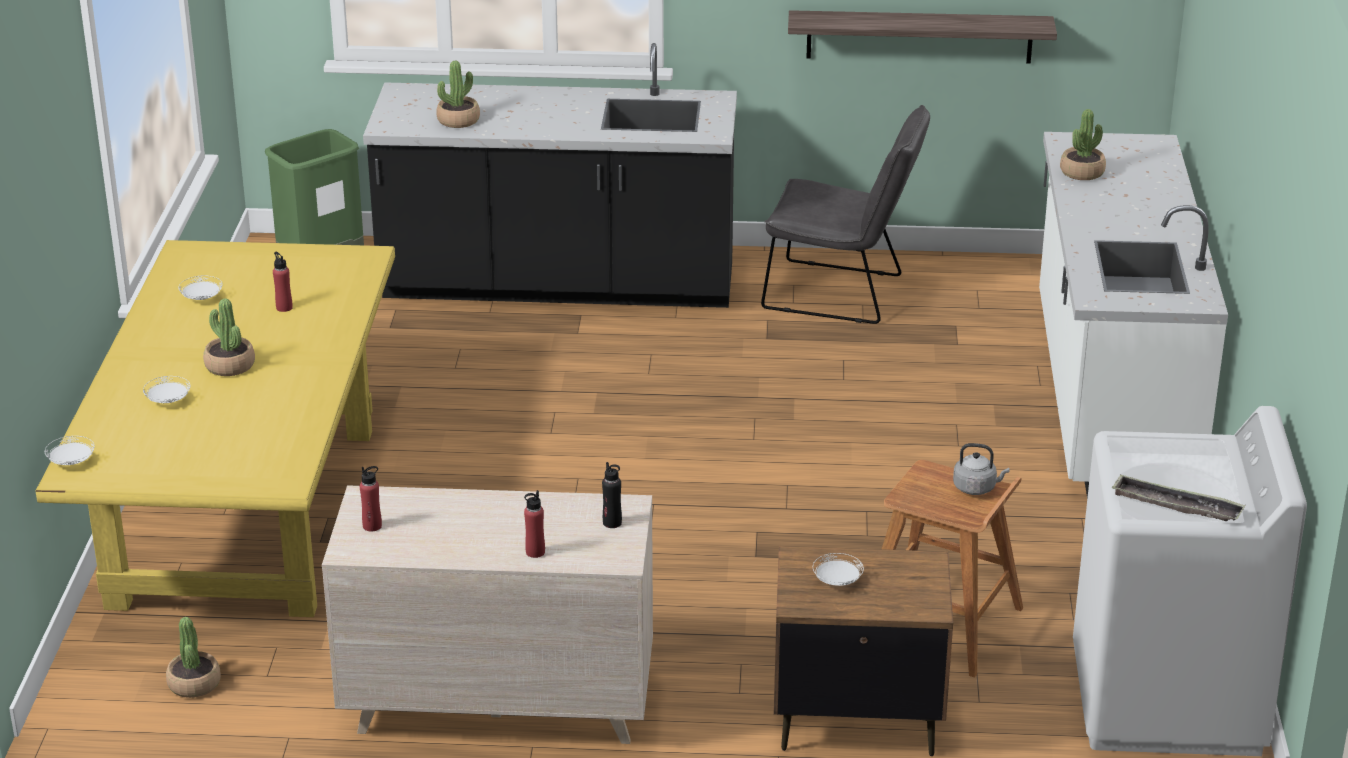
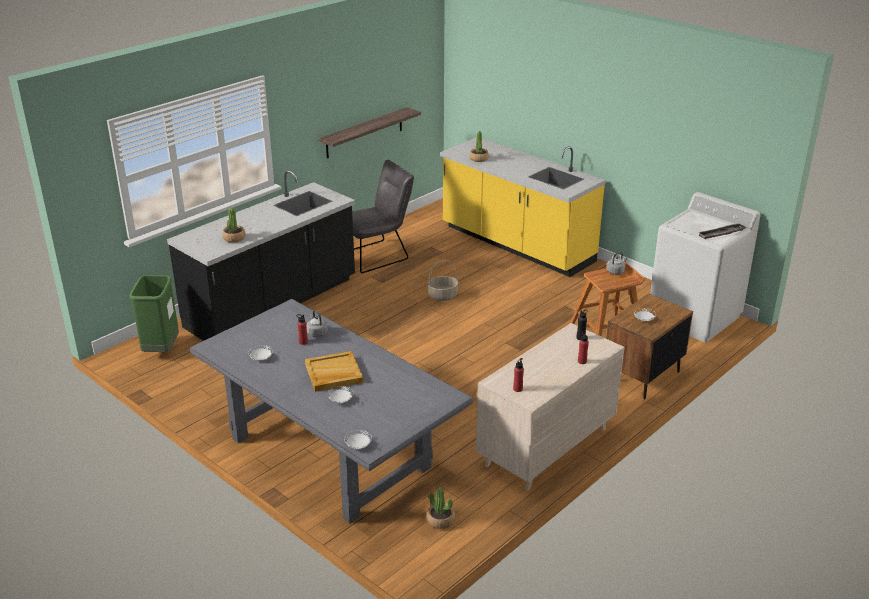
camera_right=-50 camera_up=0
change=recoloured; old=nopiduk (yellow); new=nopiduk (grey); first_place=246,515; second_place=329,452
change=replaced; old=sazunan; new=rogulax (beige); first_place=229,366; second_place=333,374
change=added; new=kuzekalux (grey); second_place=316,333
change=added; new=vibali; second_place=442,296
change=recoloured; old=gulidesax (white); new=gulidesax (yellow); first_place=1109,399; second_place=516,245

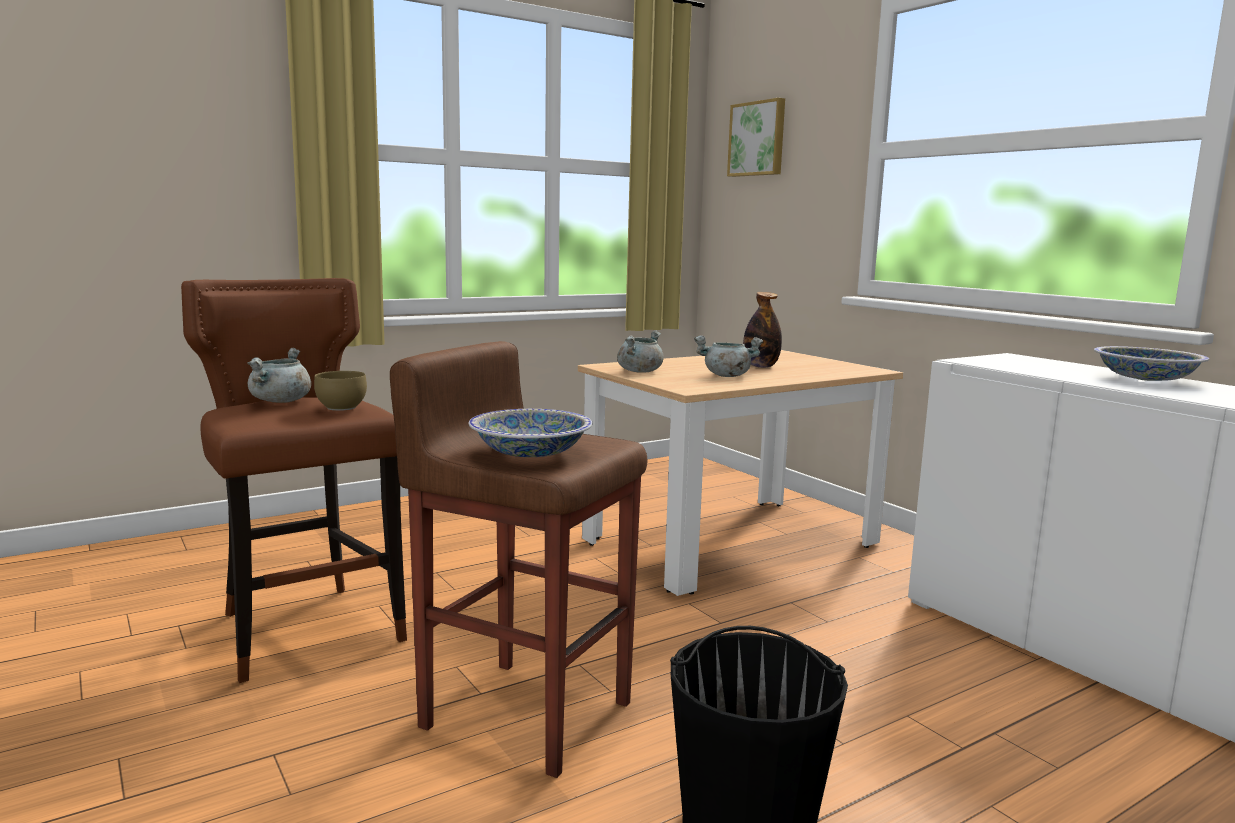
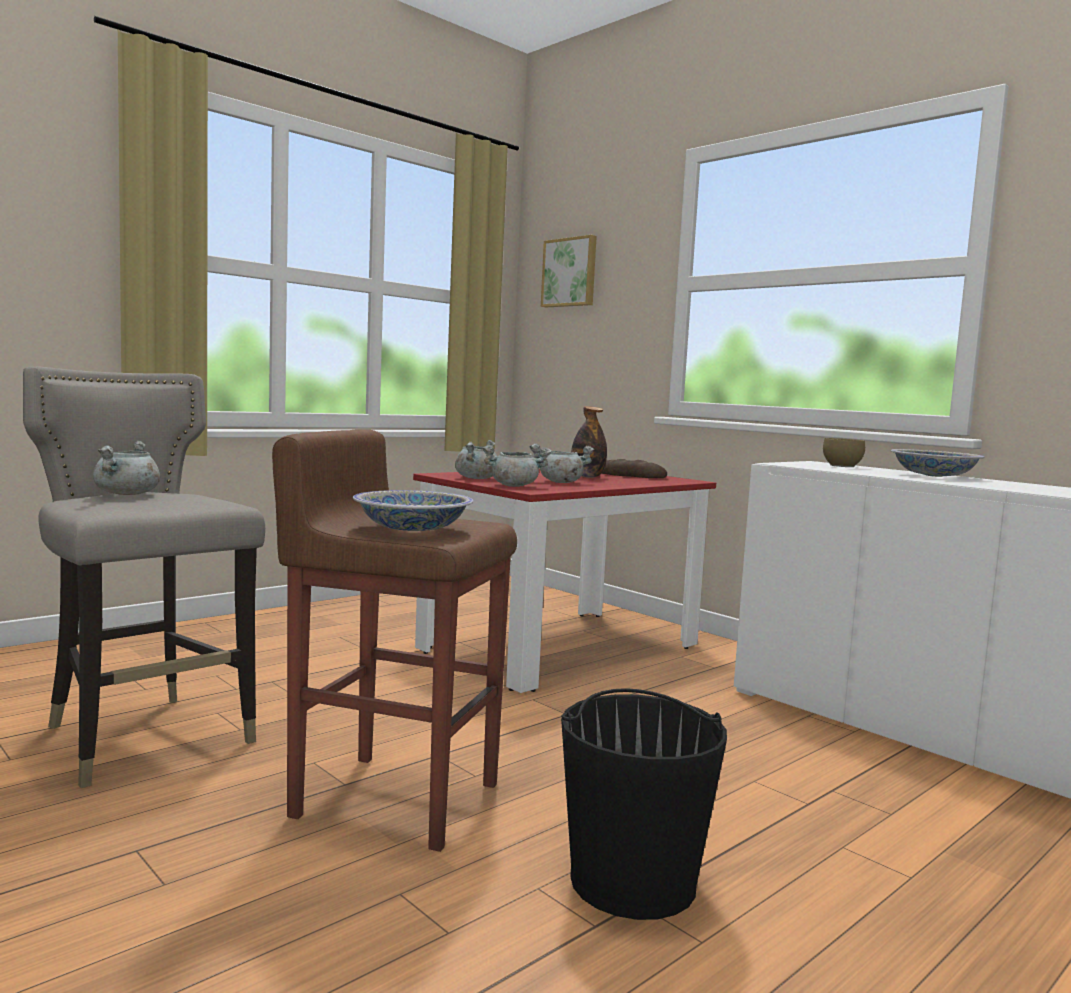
camera_right=-10 camera_up=-5
change=recoloured; old=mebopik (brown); new=mebopik (grey); first_place=306,629; second_place=144,736
change=recoloured; old=nopiduk (beige); new=nopiduk (red); first_place=731,542; second_place=560,648
change=added; new=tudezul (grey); second_place=514,486
change=added; new=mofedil; second_place=630,475
change=moved; old=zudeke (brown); first_place=340,408; second_place=842,466

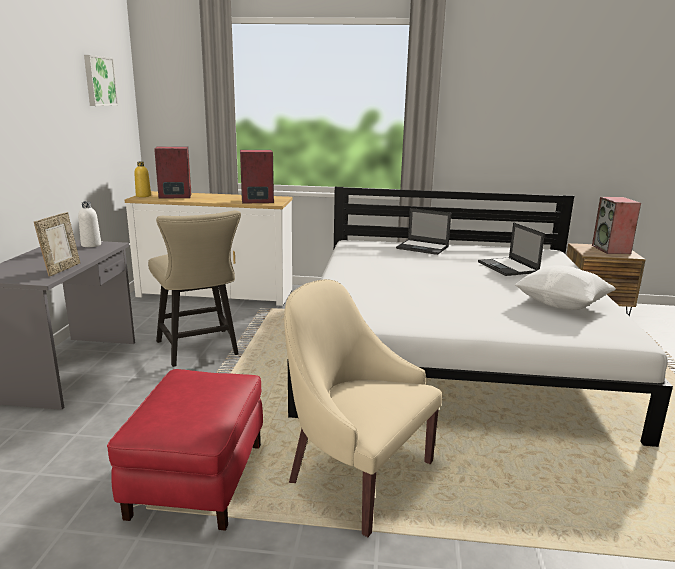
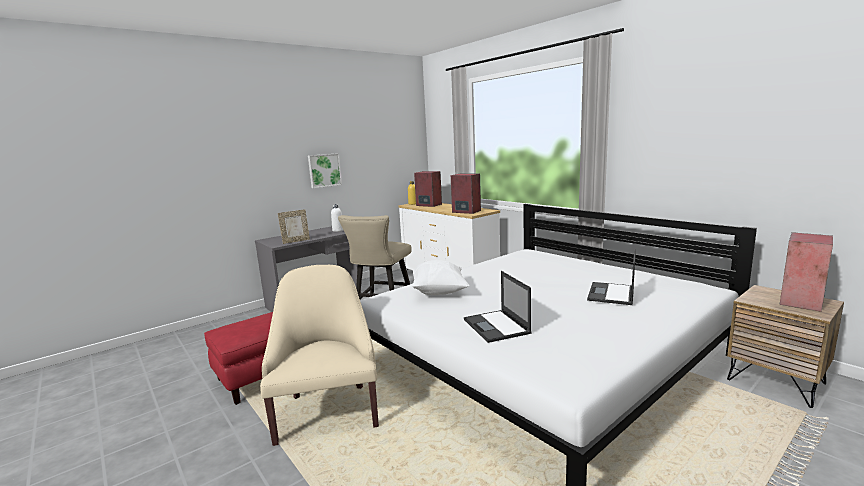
camera_right=45 camera_up=-5
change=moved; old=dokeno; first_place=99,81; second_place=324,170
change=moved; old=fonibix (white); first_place=561,305; second_place=439,292
change=moved; old=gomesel; first_place=423,247; second_place=496,326

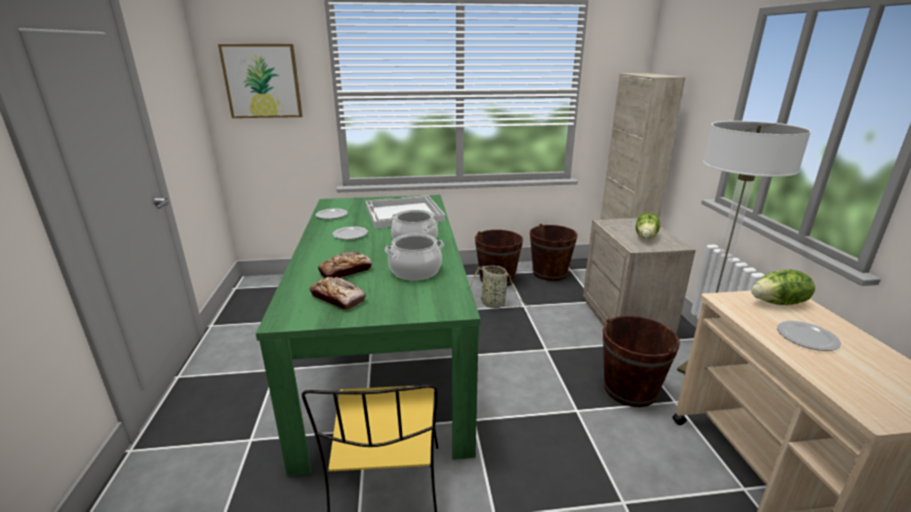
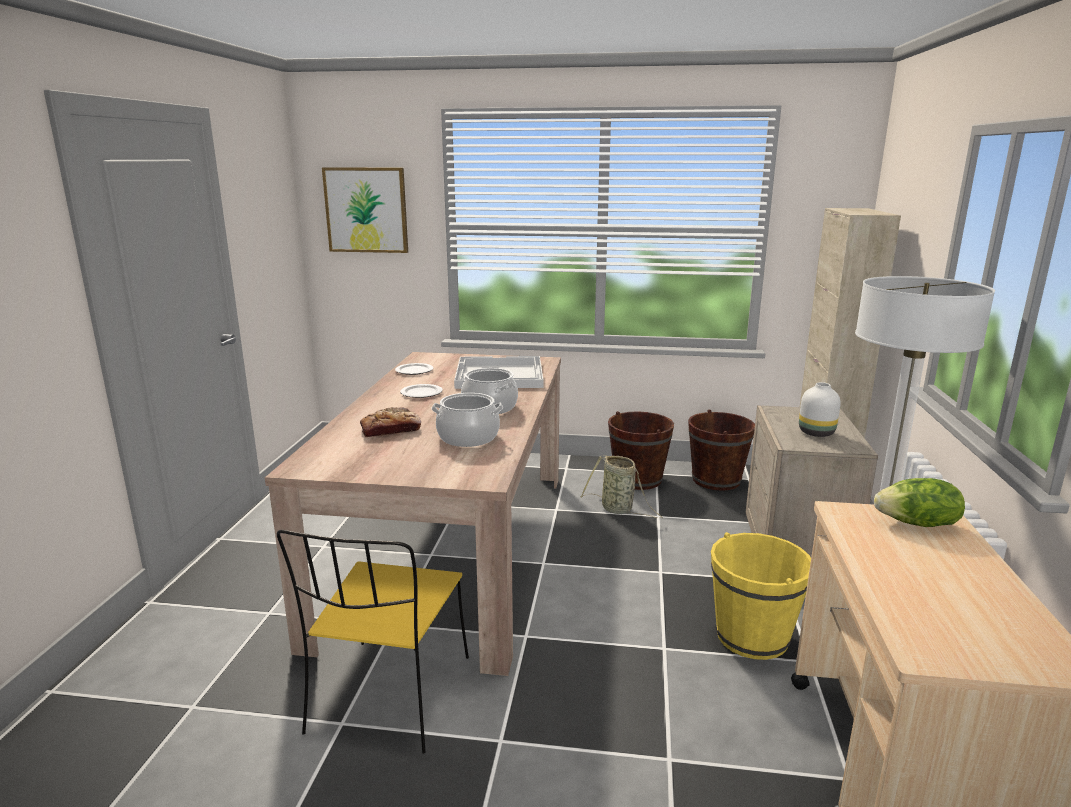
camera_right=15 camera_up=-5
change=recoloured; old=nopiduk (green); new=nopiduk (beige); first_place=385,355; second_place=453,549
change=recoloured; old=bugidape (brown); new=bugidape (yellow); first_place=630,389; second_place=752,636
change=replaced; old=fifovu; new=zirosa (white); first_place=646,237; second_place=817,433
change=removed; old=mofedil; first_place=338,298
change=removed; old=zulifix; first_place=808,338

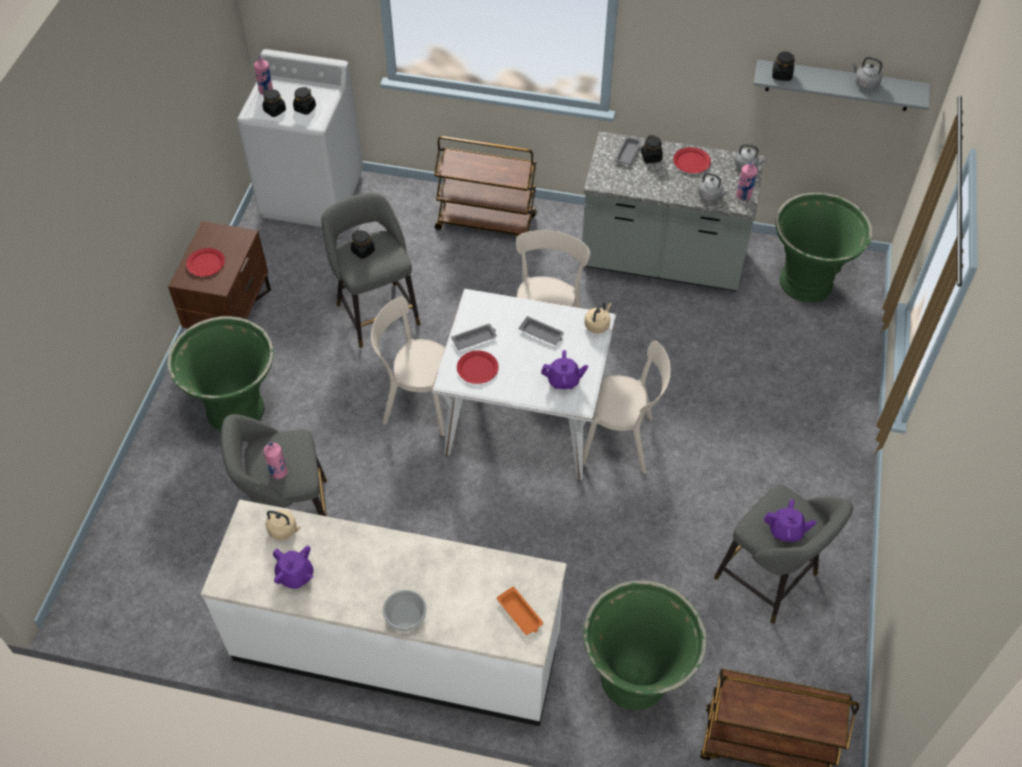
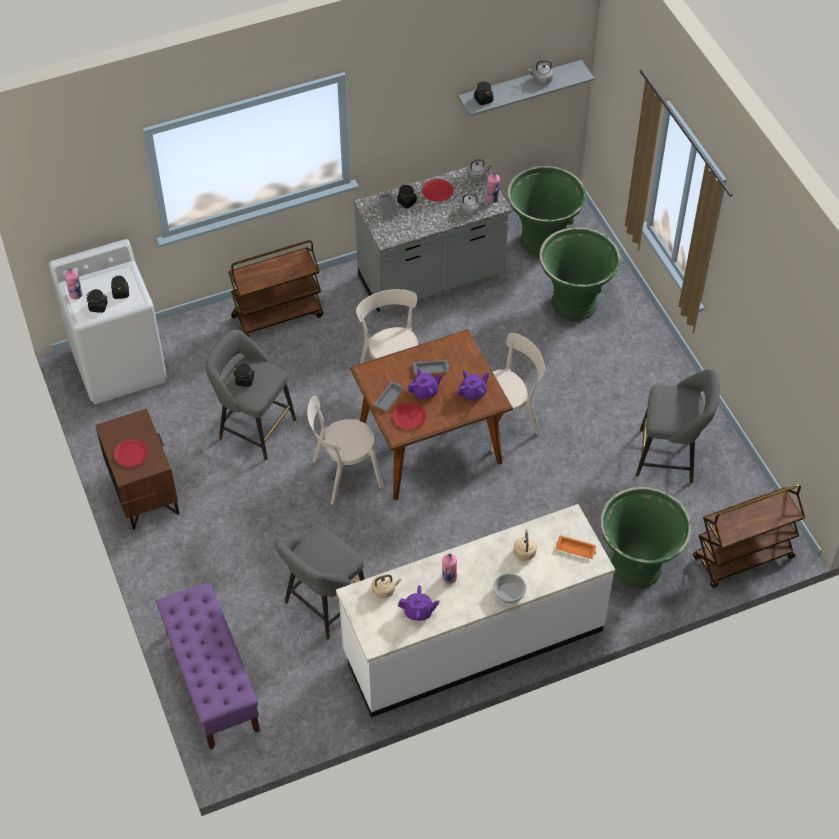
camera_right=-35 camera_up=0
change=added; new=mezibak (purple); second_place=211,680
change=recoloured; old=nopiduk (white); new=nopiduk (brown); first_place=524,420; second_place=429,445
change=moved; old=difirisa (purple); first_place=786,531; second_place=425,392
change=moved; old=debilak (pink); first_place=279,472; second_place=449,578
change=moved; old=kuzekalux (beige); first_place=598,325; second_place=524,551
change=moved; old=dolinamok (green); first_place=237,410; second_place=574,303

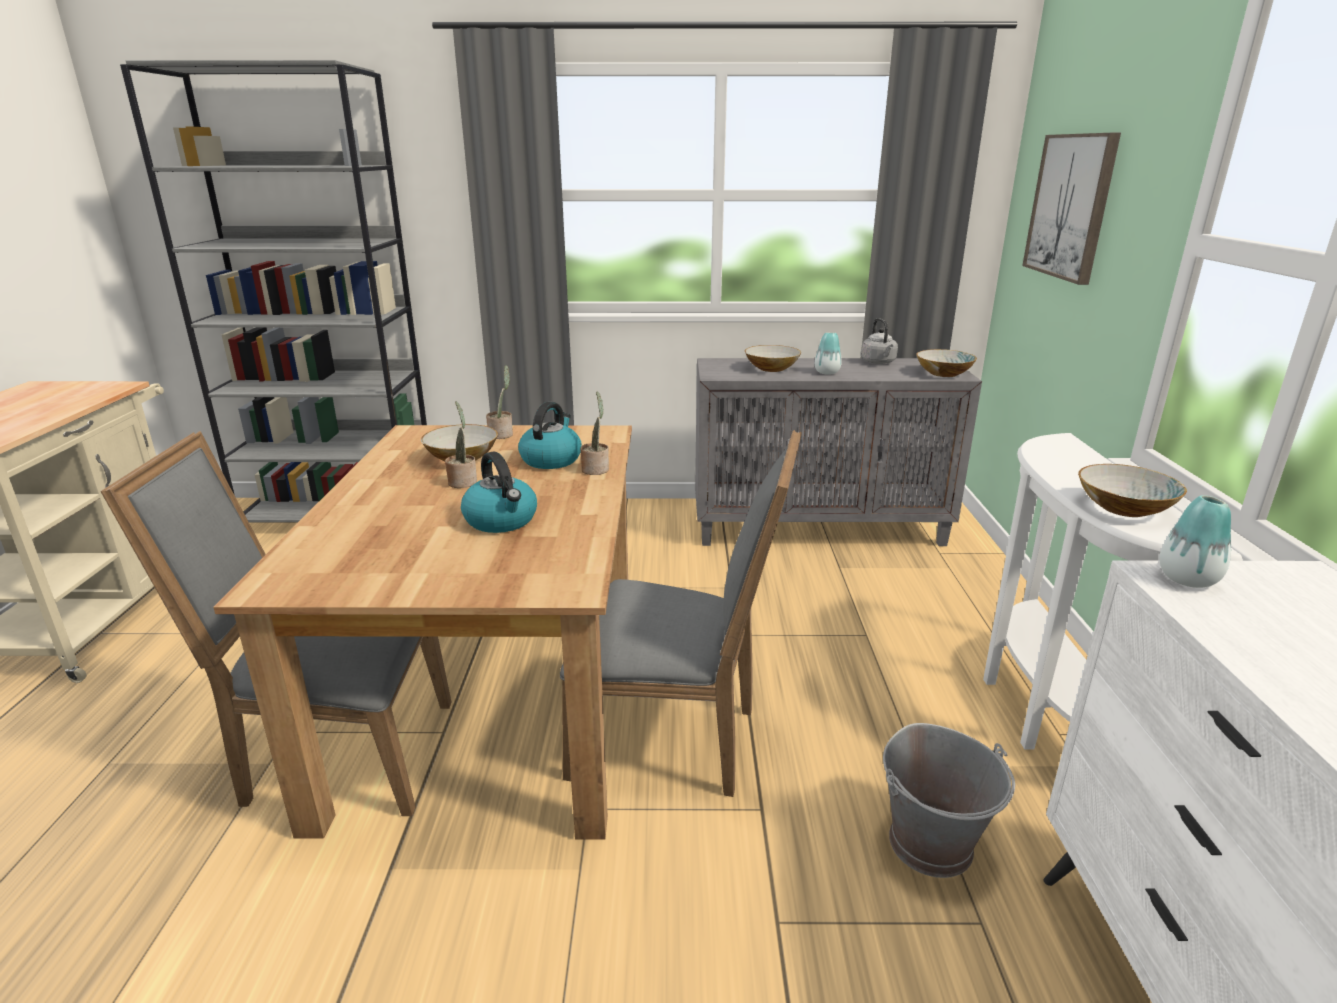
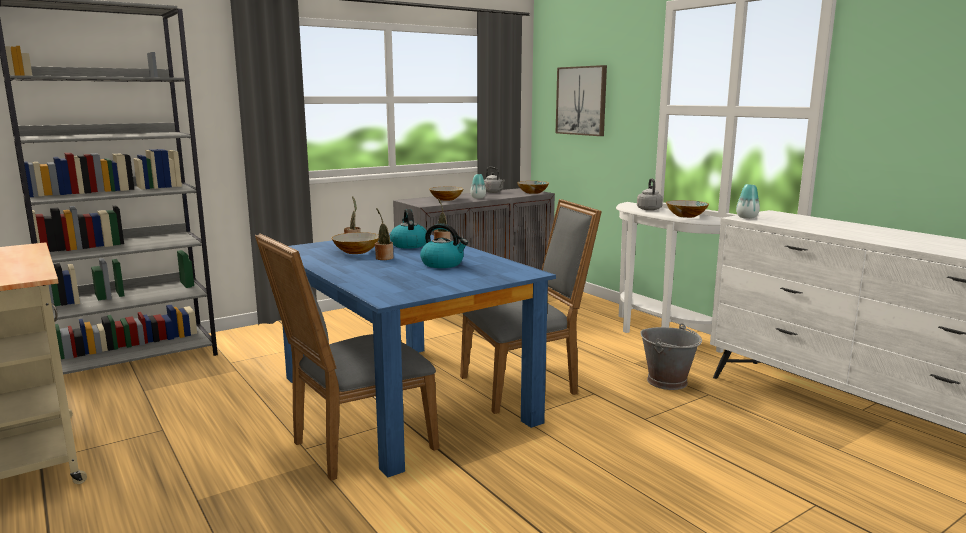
camera_right=-35 camera_up=-10
change=recoloured; old=nopiduk (brown); new=nopiduk (blue); first_place=494,692; second_place=403,398
change=added; new=kuzekalux (grey); second_place=648,209

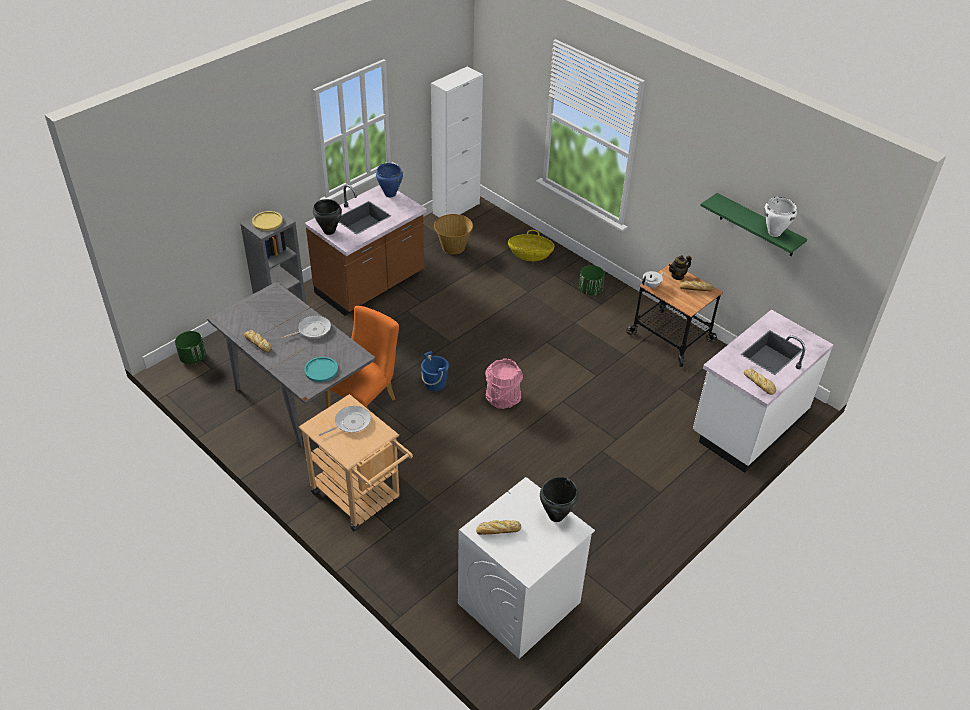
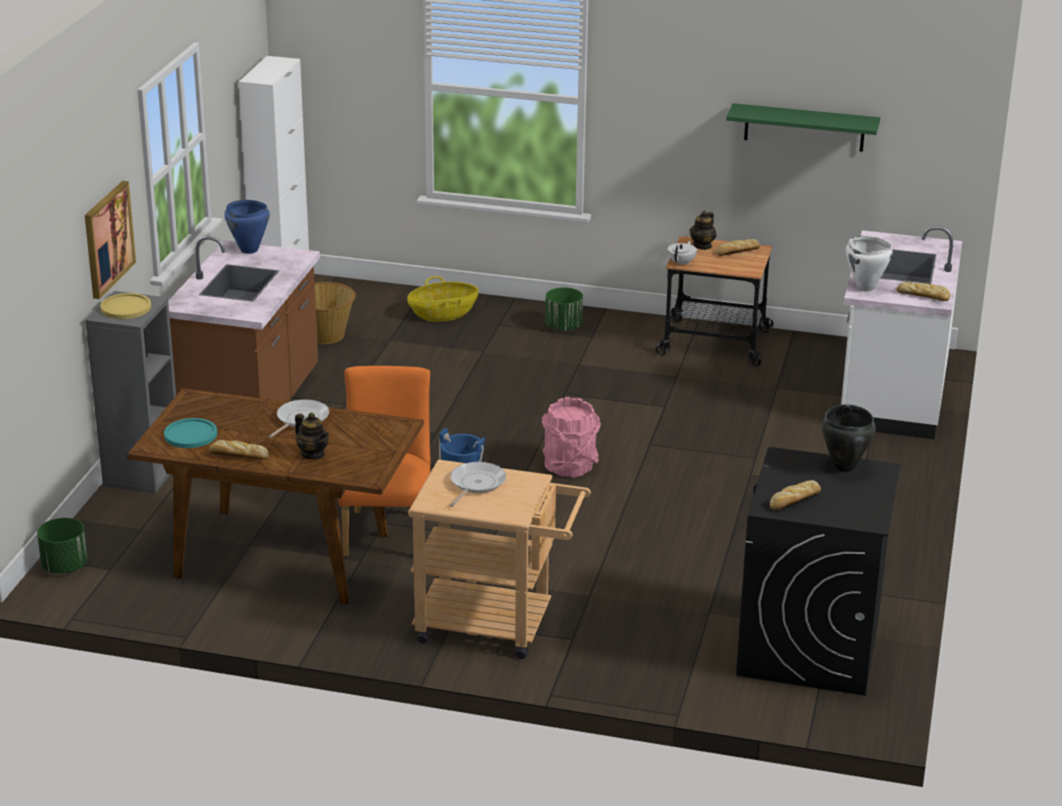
camera_right=-30 camera_up=-15
change=added; new=dokeno; second_place=107,239
change=recoloured; old=nopiduk (grey); new=nopiduk (brown); first_place=299,398; second_place=284,556
change=moved; old=zulifix (turquoise); first_place=321,370; second_place=190,435
change=added; new=difirisa; second_place=313,454
change=recoloured; old=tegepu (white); new=tegepu (black); first_place=519,604; second_place=809,647
change=moved; old=tudezul (white); first_place=774,233; second_place=865,288
change=removed; old=tudezul (black); first_place=329,231

